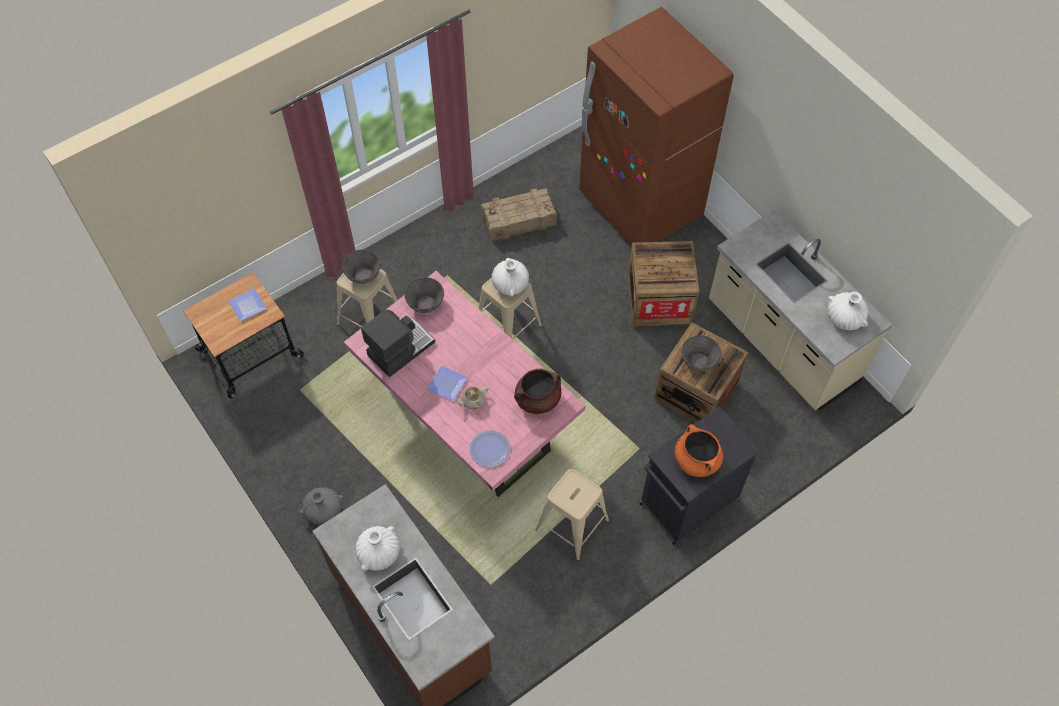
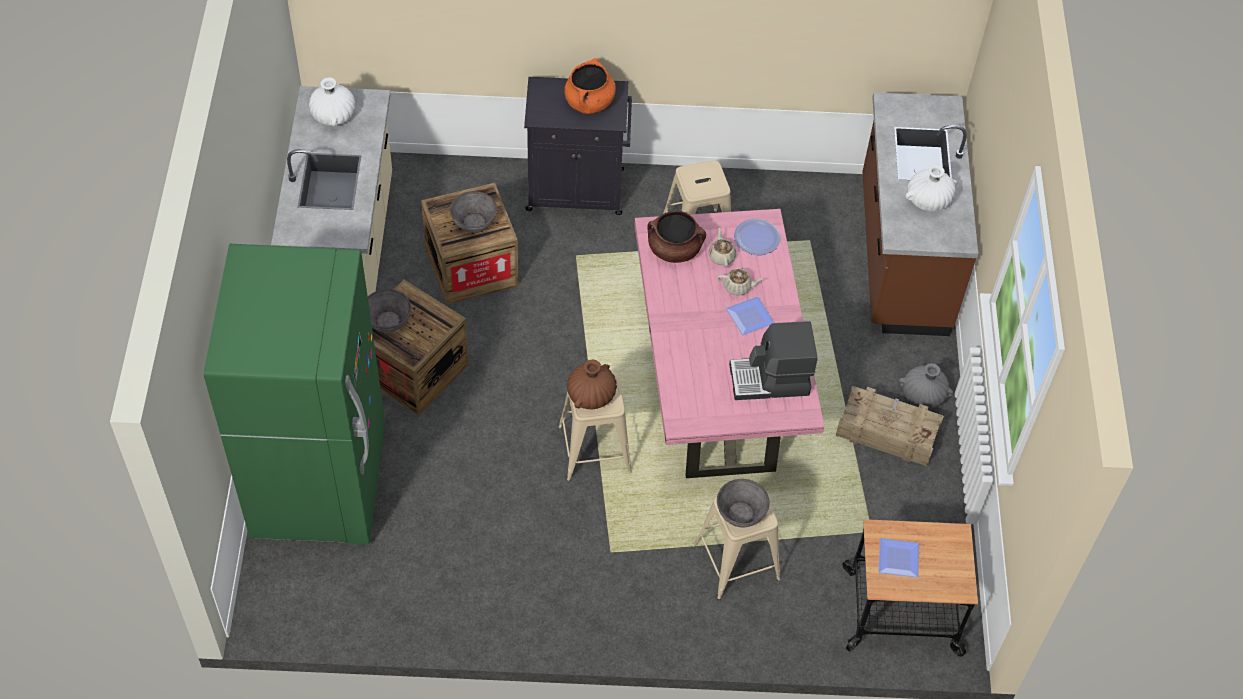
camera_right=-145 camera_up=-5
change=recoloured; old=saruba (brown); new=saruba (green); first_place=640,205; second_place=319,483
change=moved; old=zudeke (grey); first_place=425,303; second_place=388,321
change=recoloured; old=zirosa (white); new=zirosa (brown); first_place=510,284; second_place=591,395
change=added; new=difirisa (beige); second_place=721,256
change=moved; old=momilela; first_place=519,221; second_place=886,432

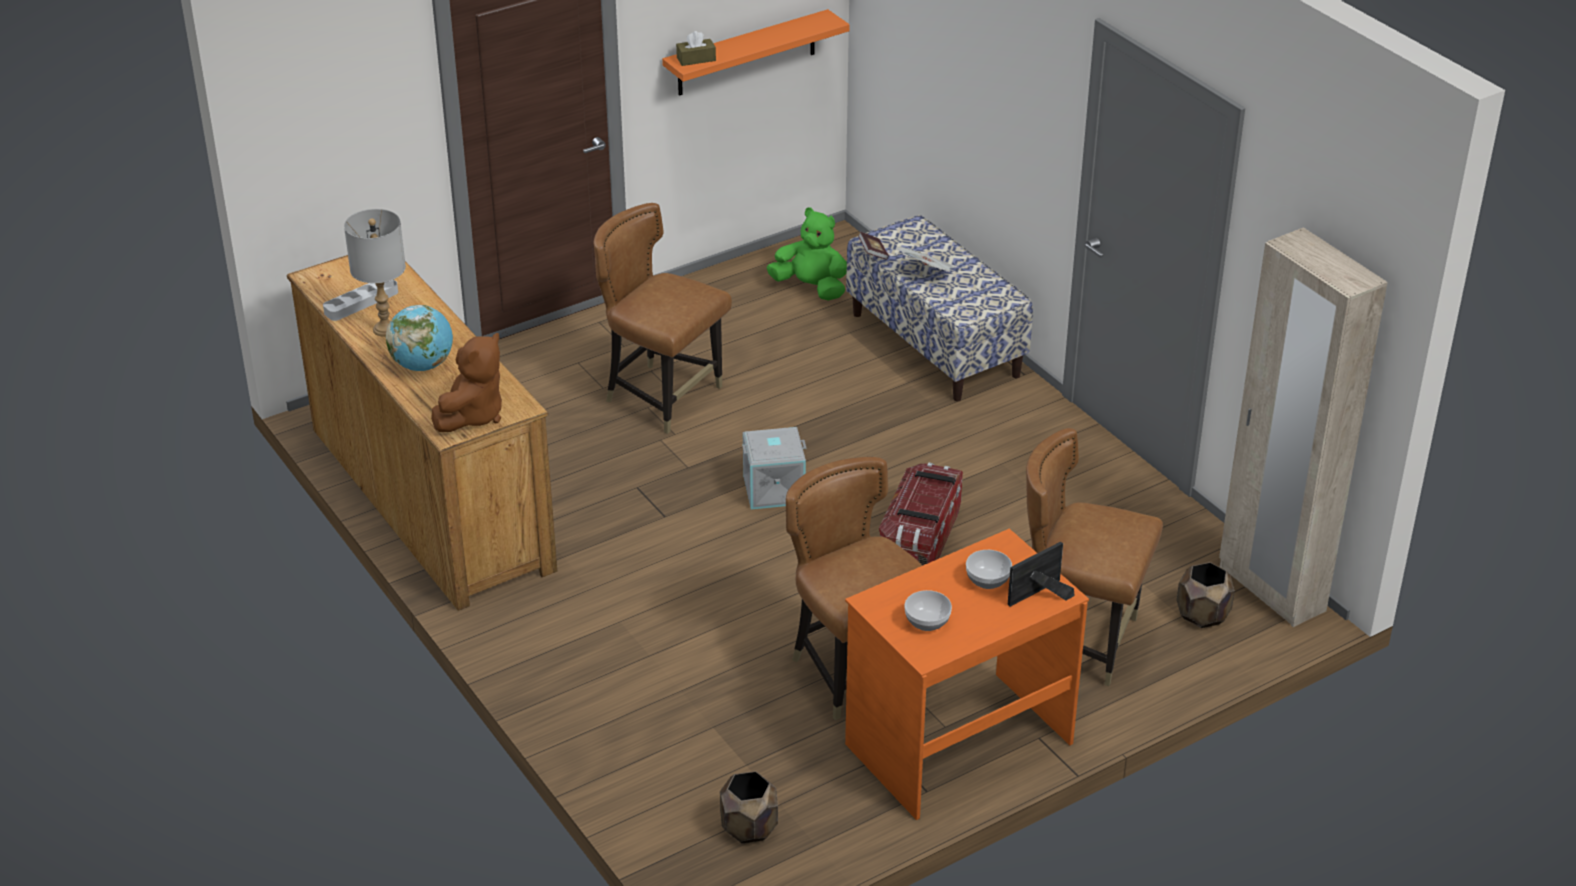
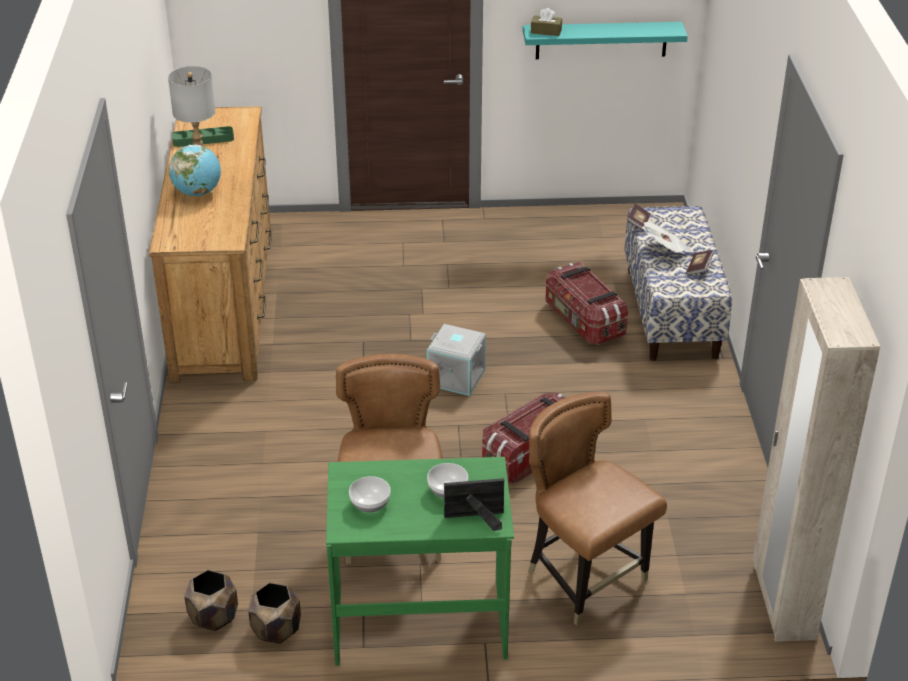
camera_right=30 camera_up=0
change=recoloured; old=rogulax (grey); new=rogulax (green); first_place=361,302; second_place=203,140
change=moved; old=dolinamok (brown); first_place=1201,615; second_place=275,630
change=recoloured; old=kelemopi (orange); new=kelemopi (green); first_place=958,742; second_place=420,619
change=recoloured; old=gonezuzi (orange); new=gonezuzi (turquoise); first_place=746,53; second_place=601,40
change=added; new=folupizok; second_place=583,321
change=added; new=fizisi; second_place=699,268
change=removed; old=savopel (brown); first_place=472,415
change=removed; old=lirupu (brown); first_place=663,397
change=removed; old=savopel (green); first_place=811,288

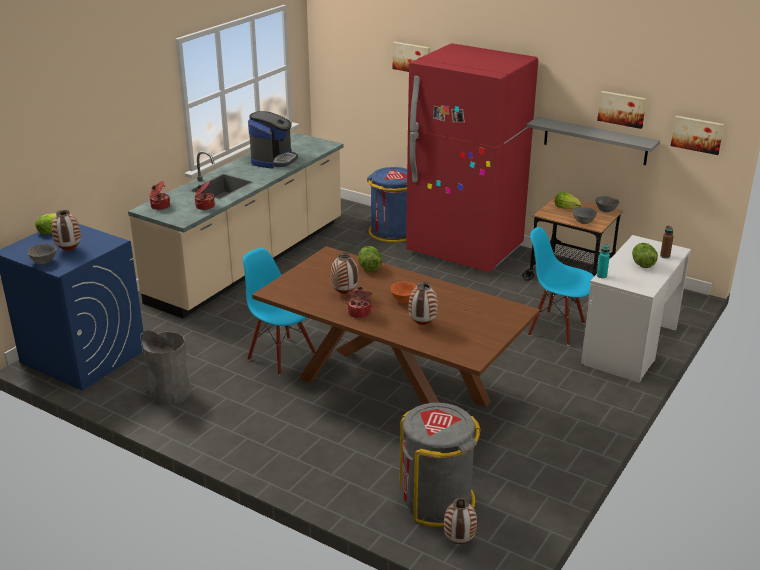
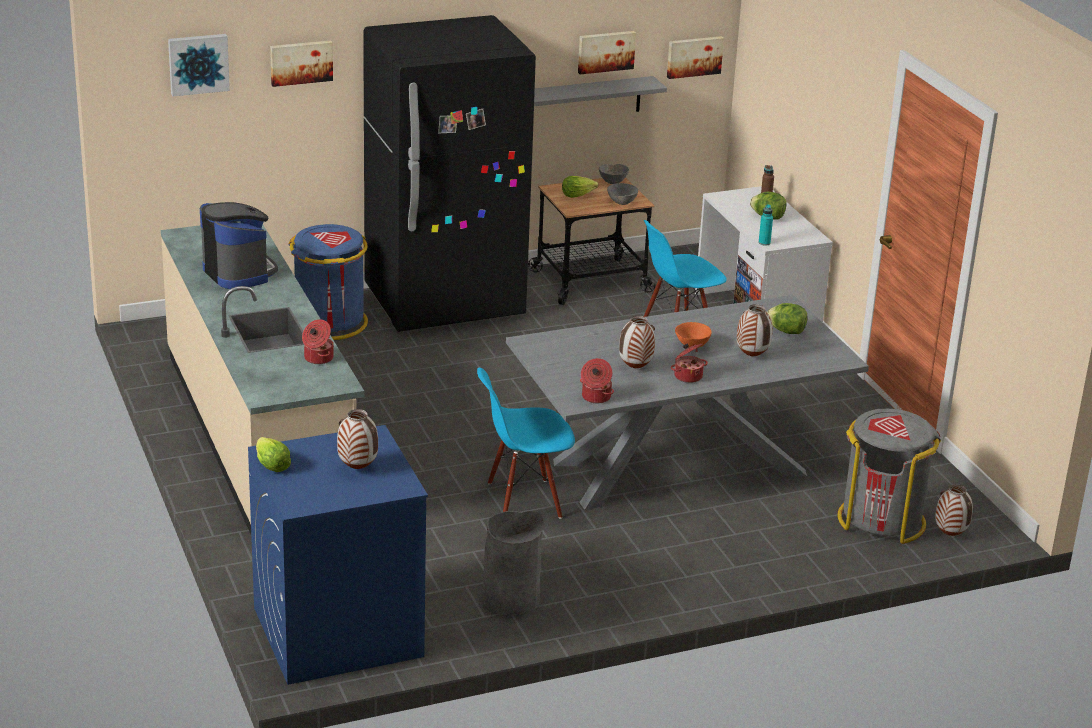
camera_right=-55 camera_up=0
change=added; new=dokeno; second_place=198,63
change=recoloured; old=saruba (red); new=saruba (black); first_place=465,250; second_place=444,304
change=recoloured; old=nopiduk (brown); new=nopiduk (grey); first_place=392,390; second_place=677,467
change=moved; old=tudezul; first_place=159,206; second_place=595,397
change=moved; old=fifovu; first_place=369,268; second_place=786,331
change=removed; old=zudeke (grey); first_place=43,262

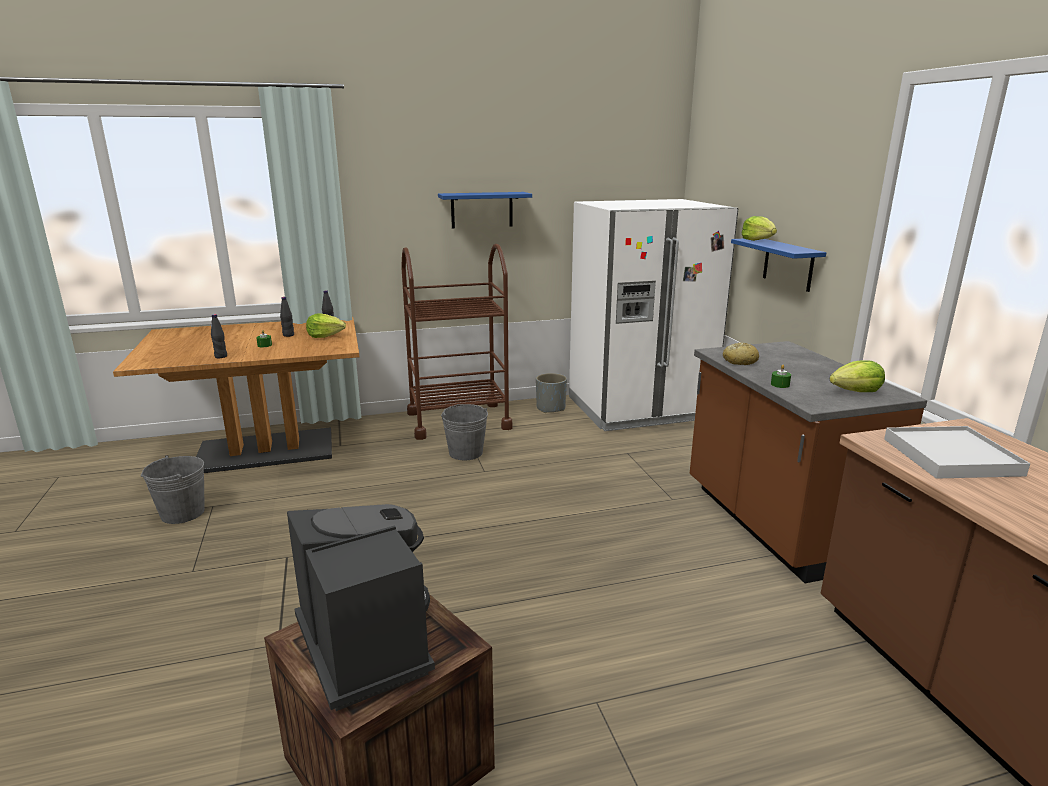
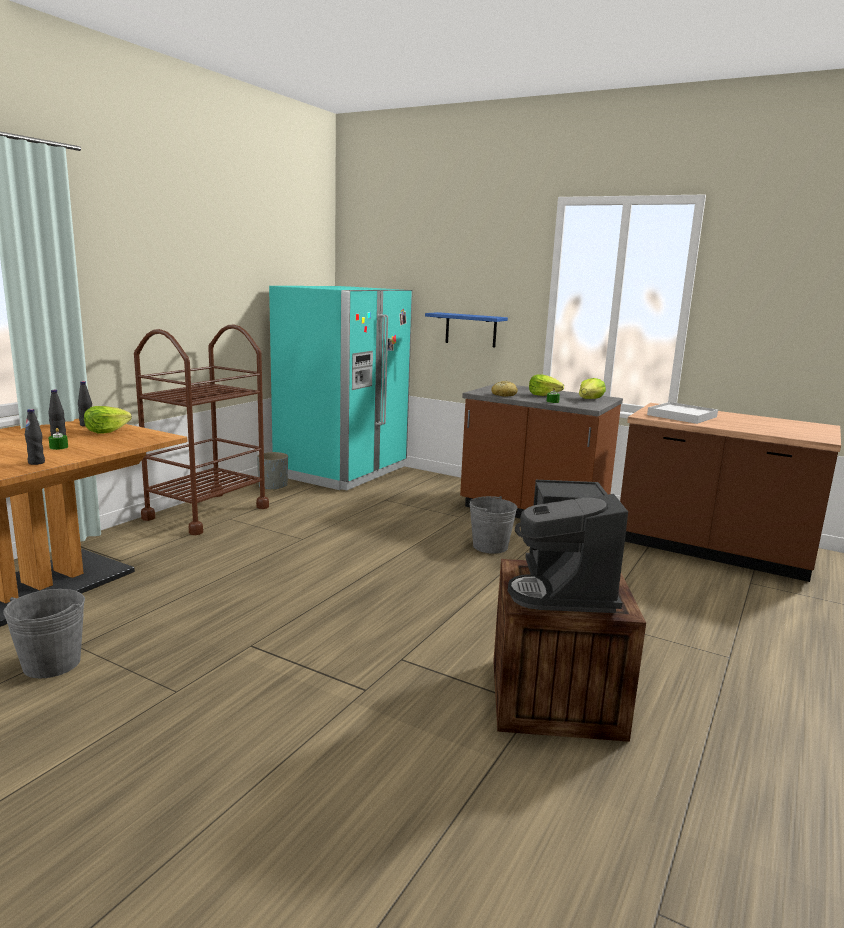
camera_right=-45 camera_up=-5
change=recoloured; old=saruba (white); new=saruba (turquoise); first_place=638,408; second_place=342,471
change=moved; old=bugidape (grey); first_place=466,453; second_place=490,546
change=turned; old=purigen; first_place=367,643; second_place=564,590; degrees=-105
change=moved; old=fifovu; first_place=758,240; second_place=543,395
change=removed; old=gonezuzi (blue); first_place=482,210

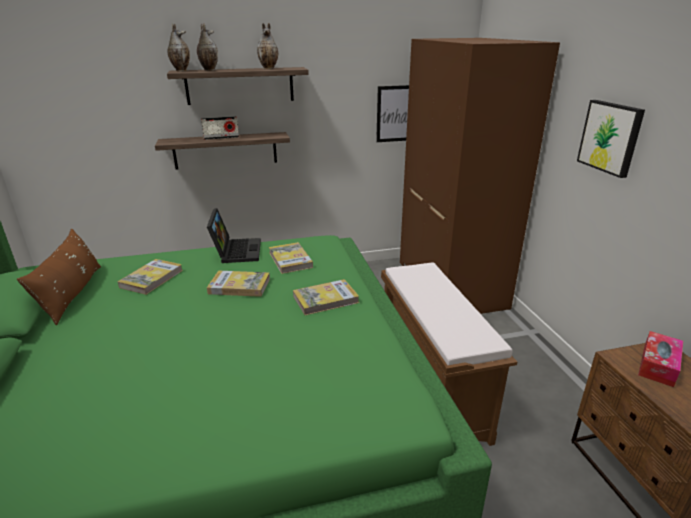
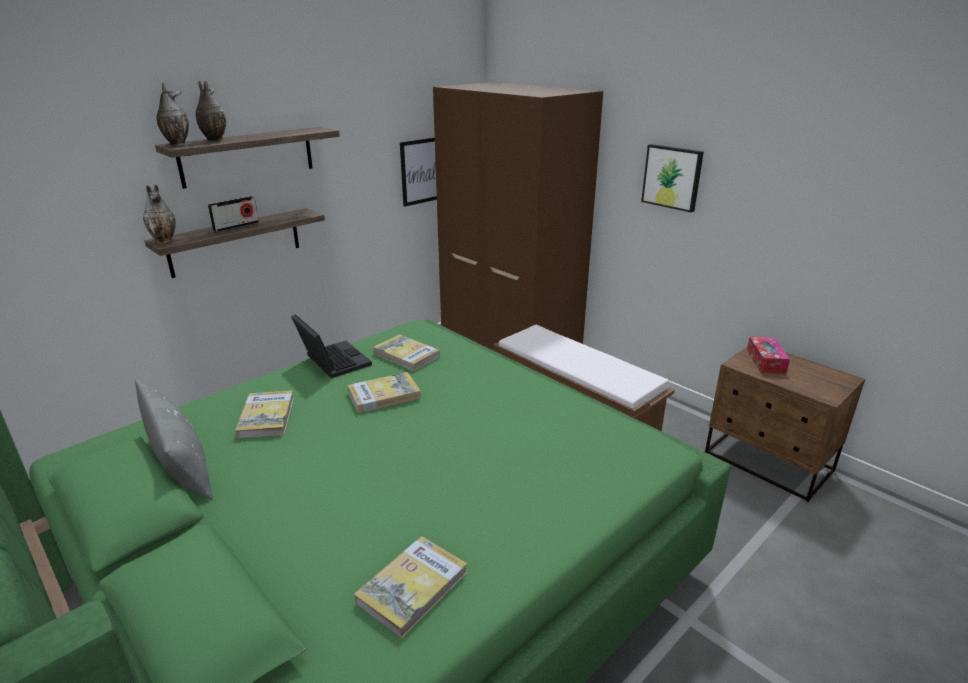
camera_right=-30 camera_up=0
change=recoloured; old=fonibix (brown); new=fonibix (grey); first_place=72,294; second_place=180,463
change=moved; old=zirosa; first_place=269,68; second_place=165,241
change=moved; old=fizisi; first_place=325,299; second_place=412,587

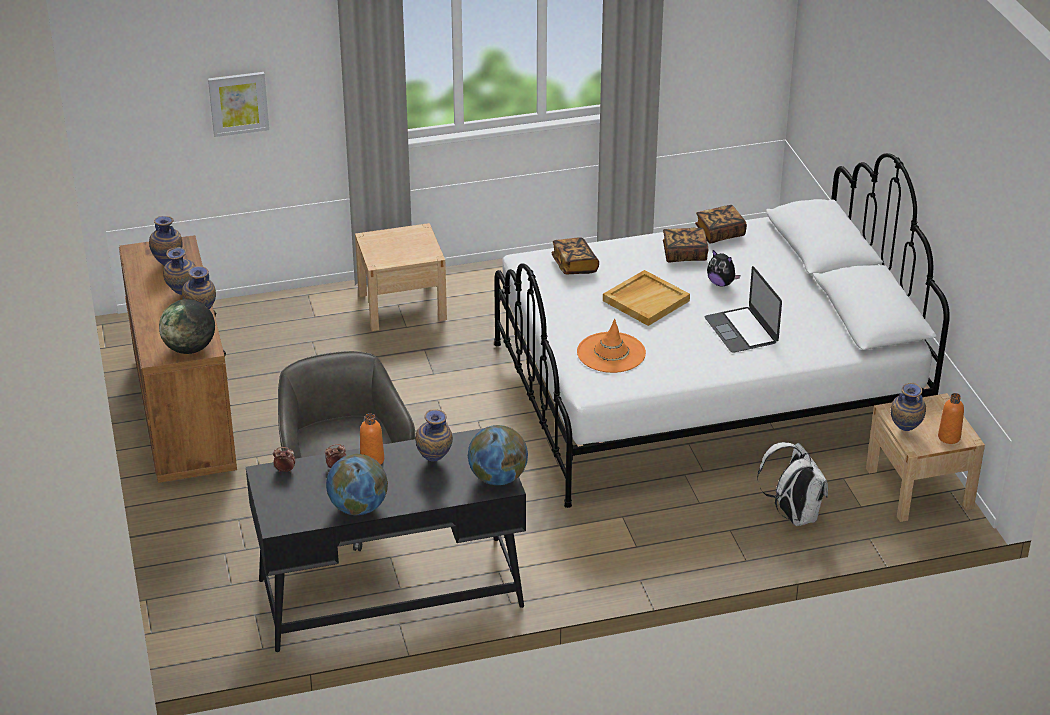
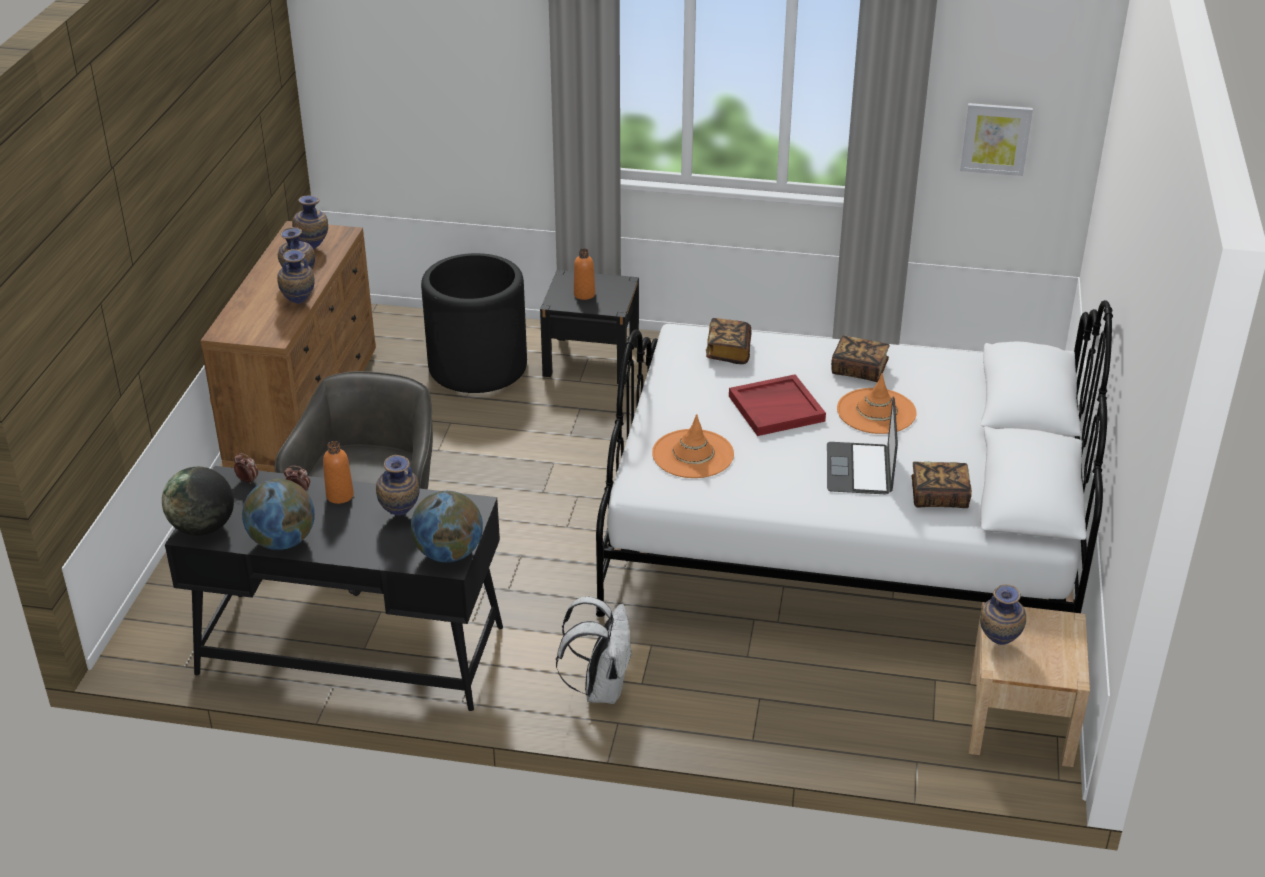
camera_right=25 camera_up=0
change=moved; old=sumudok; first_place=189,349; second_place=203,528
change=added; new=dolinamok (black); second_place=477,367
change=recoloured; old=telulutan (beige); new=telulutan (black); first_place=402,306; second_place=591,359
change=moved; old=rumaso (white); first_place=793,515; second_place=600,688
change=moved; old=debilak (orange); first_place=949,437; second_place=584,294
change=recoloured; old=rogulax (beige); new=rogulax (red); first_place=646,300; second_place=776,408
change=replaced; old=savopel; new=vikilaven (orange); first_place=721,283; second_place=876,411
change=moved; old=fizisi; first_place=720,233; second_place=939,497
change=moved; old=dokeno; first_place=238,103; second_place=995,138

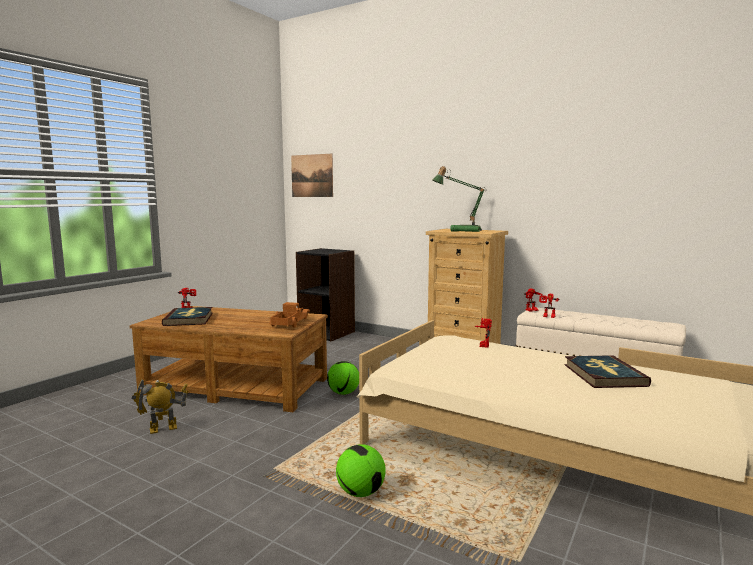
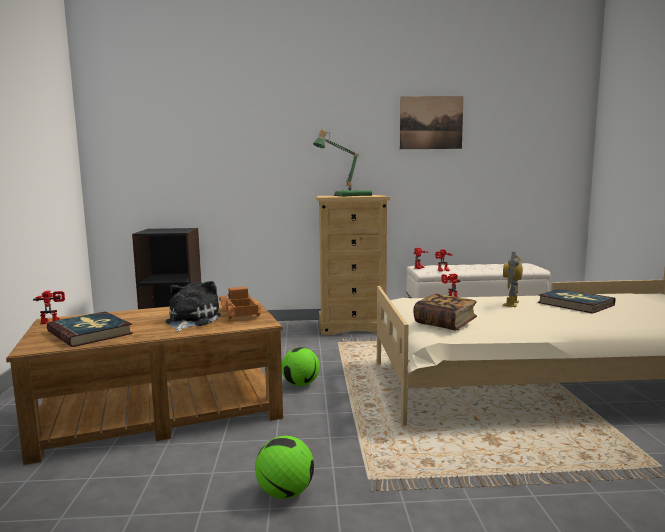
camera_right=-35 camera_up=0
change=added; new=savopel; second_place=191,321
change=moved; old=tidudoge; first_place=360,492; second_place=285,493
change=moved; old=dokeno; first_place=312,175; second_place=431,123
change=added; new=fizisi; second_place=444,324
change=moved; old=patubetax; first_place=163,429; second_place=511,304

